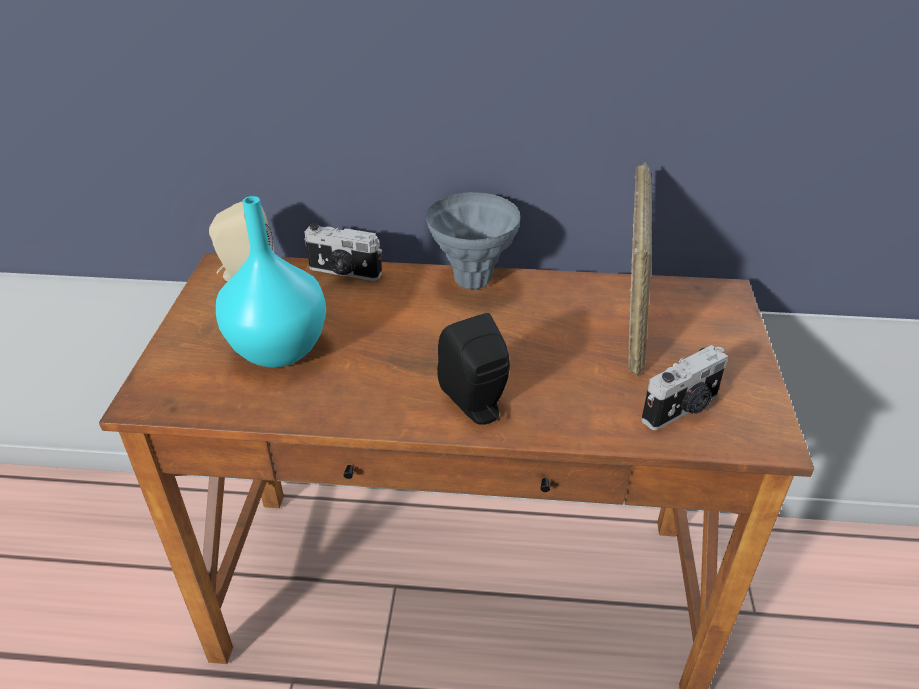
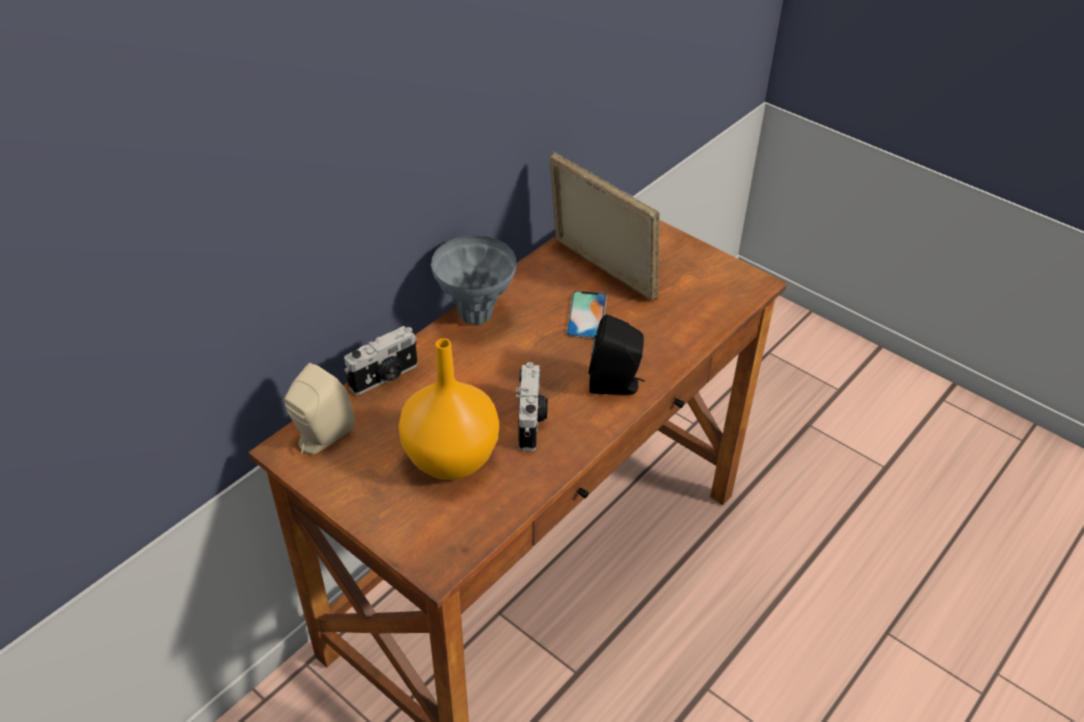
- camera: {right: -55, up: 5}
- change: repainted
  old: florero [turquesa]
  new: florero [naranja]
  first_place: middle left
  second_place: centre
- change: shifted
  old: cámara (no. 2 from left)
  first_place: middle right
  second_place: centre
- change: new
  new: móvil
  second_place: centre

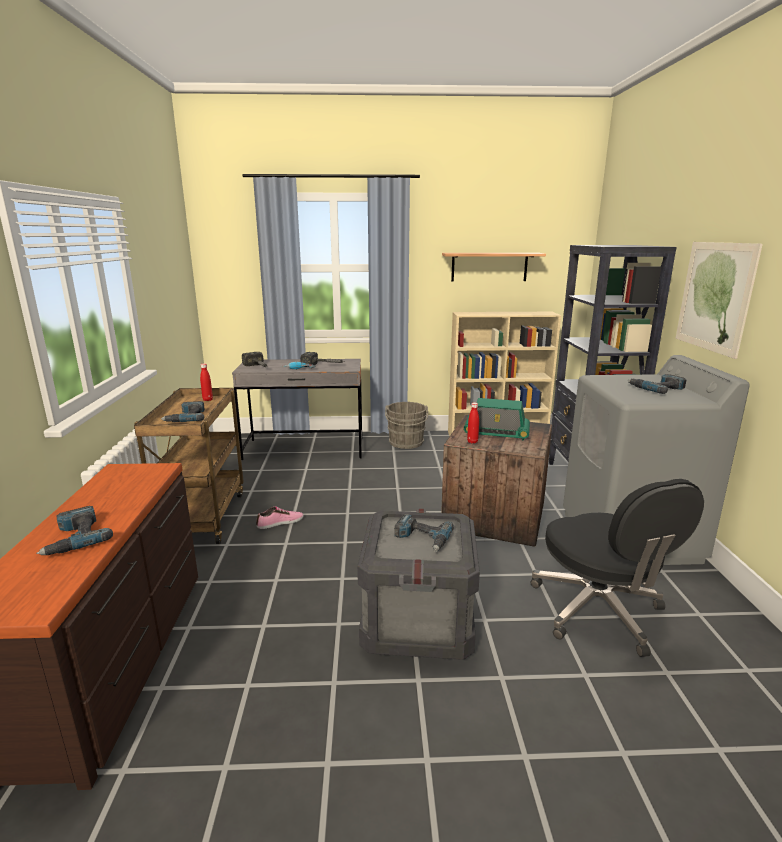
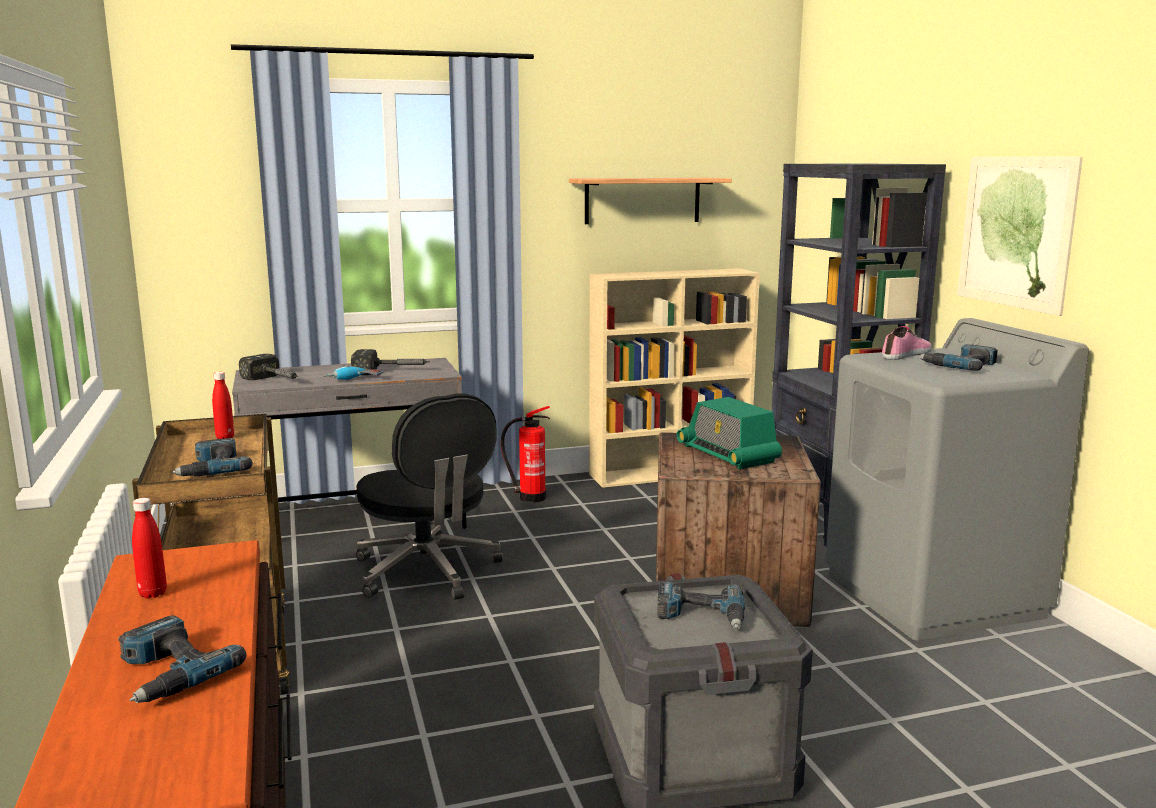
- camera: {right: -15, up: -5}
- change: rotated
  old: radio
  first_place: centre
  second_place: centre
  degrees: 60
- change: swapped
  old: cubo [gris]
  new: extintor
  first_place: centre
  second_place: centre
- change: shifted
  old: botella [rojo] (no. 2 from left in the first image)
  new: botella [rojo] (no. 1 from left)
  first_place: centre
  second_place: bottom left
- change: shifted
  old: silla de oficina [negro]
  first_place: bottom right
  second_place: centre
- change: shifted
  old: zapato
  first_place: centre
  second_place: middle right

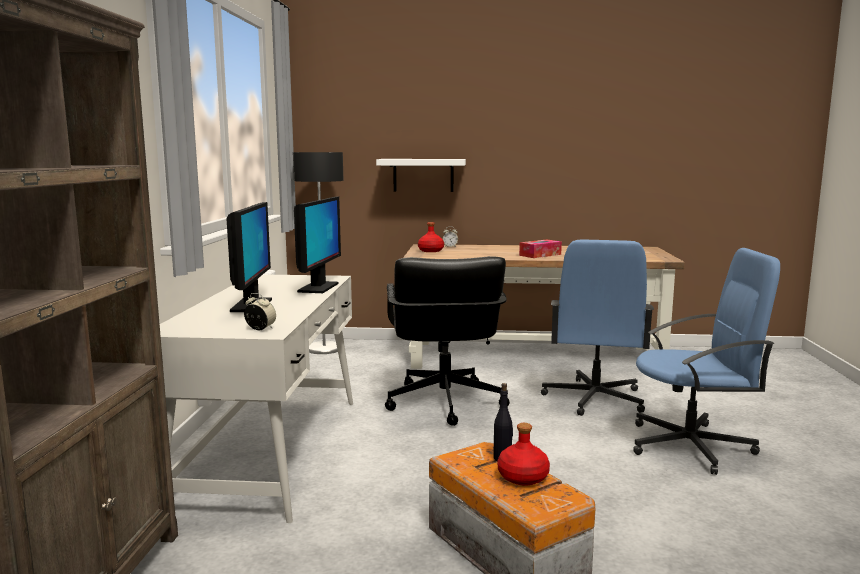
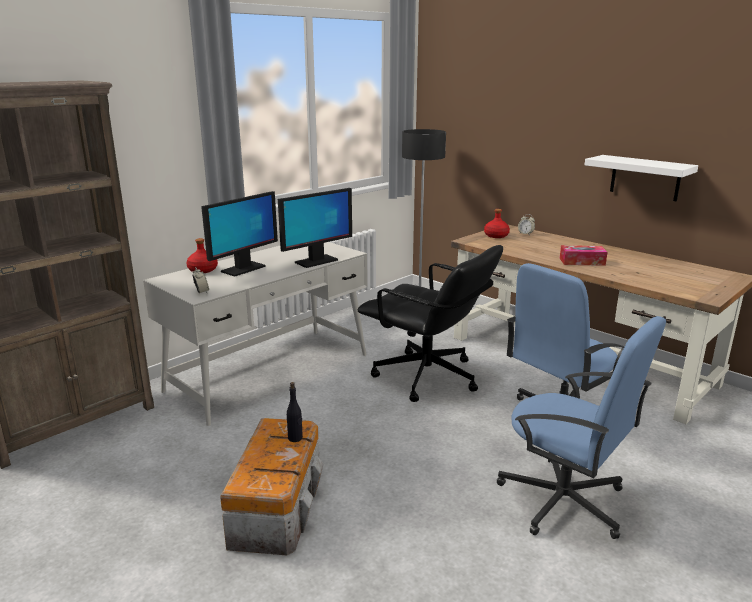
- camera: {right: 40, up: 10}
- change: shifted
  old: estante [blanco]
  first_place: top centre
  second_place: top right
- change: rotated
  old: silla de oficina [negro]
  first_place: centre
  second_place: centre
  degrees: -90
- change: shifted
  old: botella [rojo] (no. 2 from left in the first image)
  new: botella [rojo] (no. 1 from left)
  first_place: bottom centre
  second_place: middle left

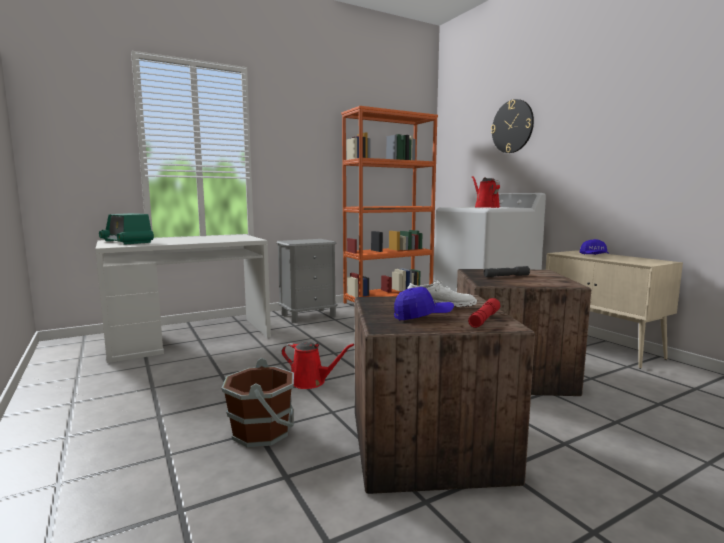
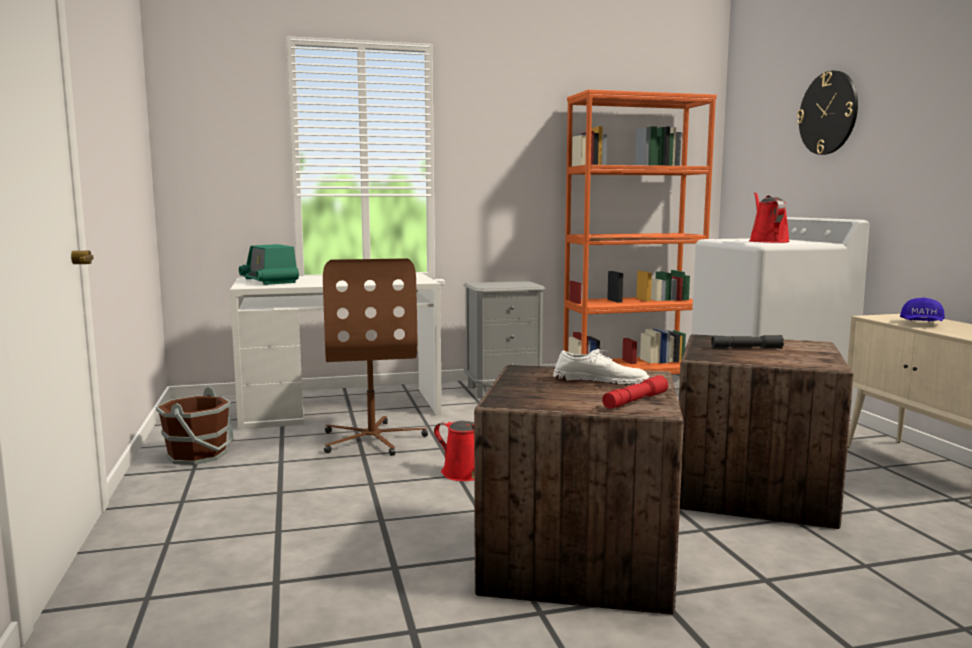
- camera: {right: 15, up: 0}
- change: gone
  old: gorra [azul] (no. 1 from left)
  first_place: centre
- change: shifted
  old: cubo [marrón]
  first_place: bottom centre
  second_place: middle left
- change: new
  new: silla de oficina [marrón]
  second_place: centre

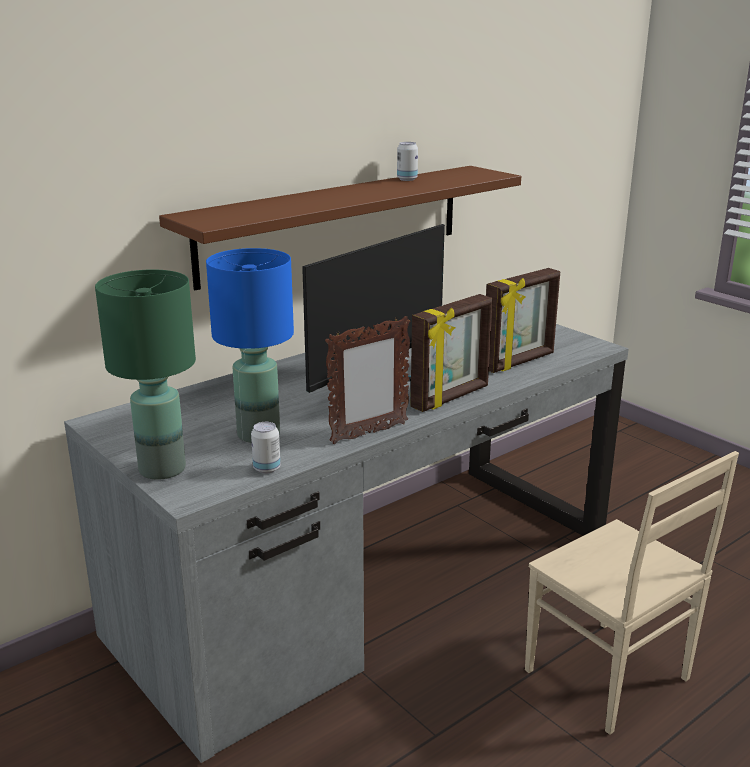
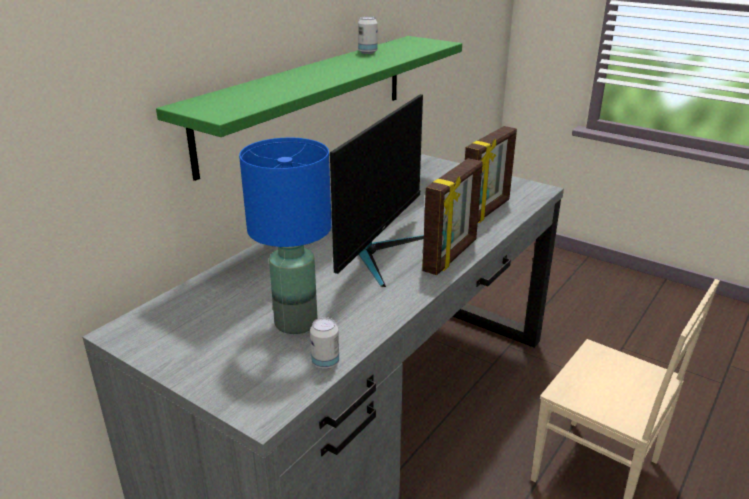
- camera: {right: -15, up: 5}
- change: repainted
  old: estante [marrón]
  new: estante [verde]
  first_place: top centre
  second_place: top centre
- change: gone
  old: lámpara de mesa [verde]
  first_place: middle left
- change: gone
  old: portarretratos (no. 1 from left)
  first_place: centre

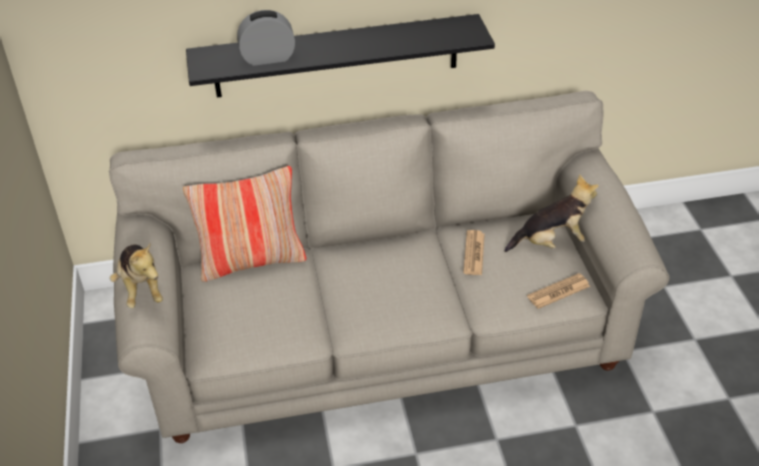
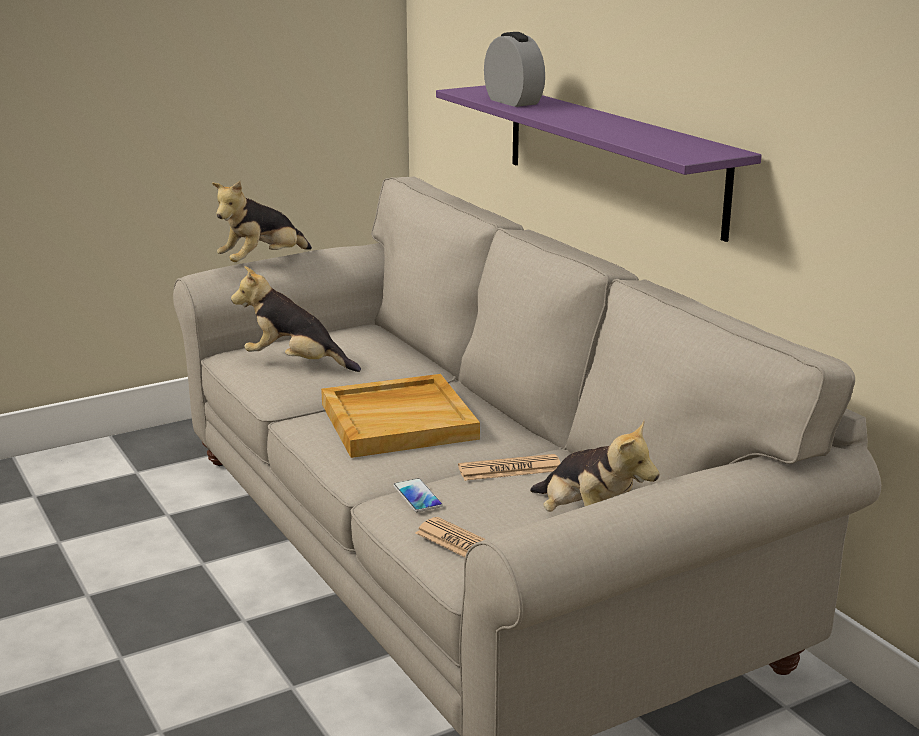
- camera: {right: 70, up: -20}
- change: repainted
  old: estante [negro]
  new: estante [morado]
  first_place: top centre
  second_place: top centre
- change: gone
  old: cojín
  first_place: middle left
- change: new
  new: peluche (no. 2 from left)
  second_place: middle left
- change: new
  new: bandeja [beis]
  second_place: centre
- change: new
  new: móvil
  second_place: bottom centre

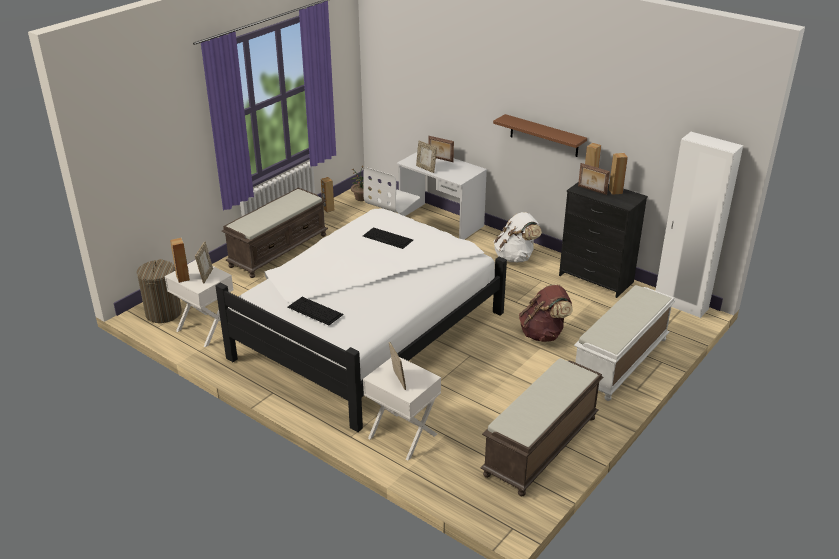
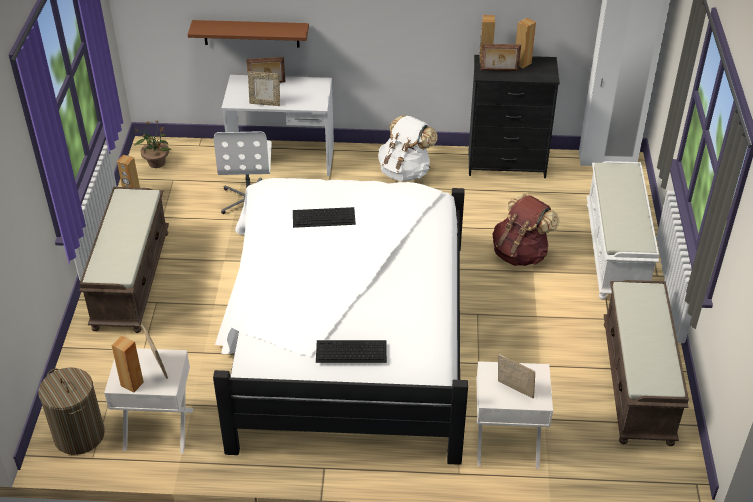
- camera: {right: -35, up: 10}
- change: shifted
  old: estante [marrón]
  first_place: top centre
  second_place: top left

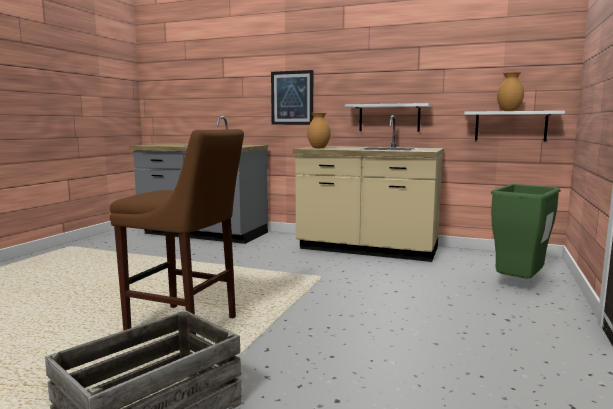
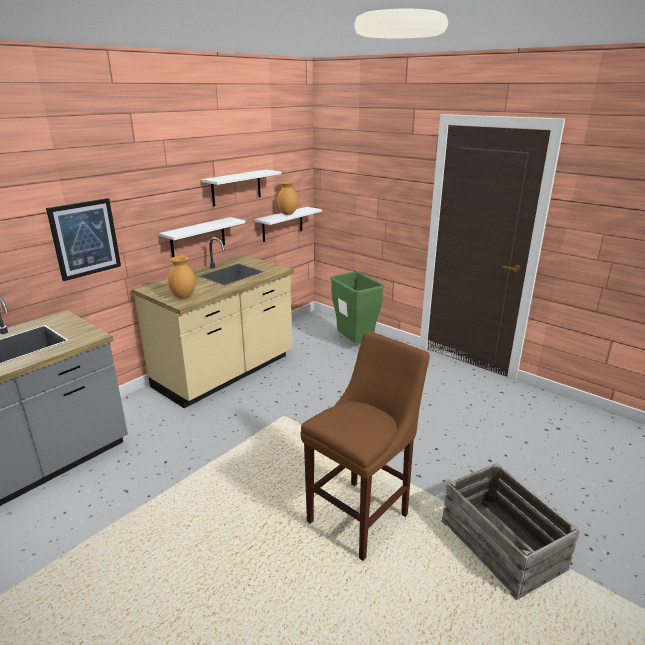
- camera: {right: -70, up: 15}
- change: new
  new: estante [blanco] (no. 2 from left)
  second_place: top centre

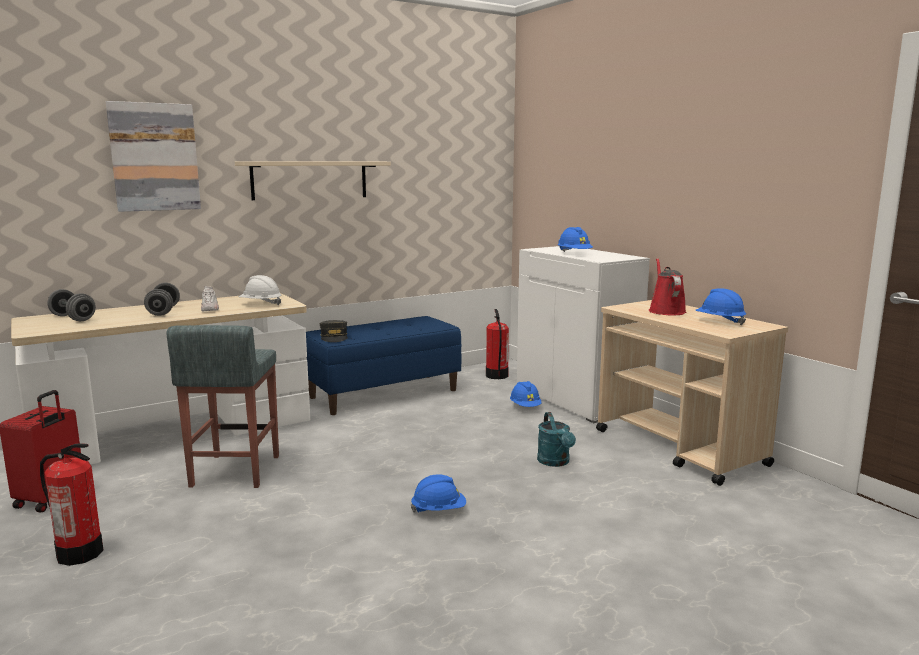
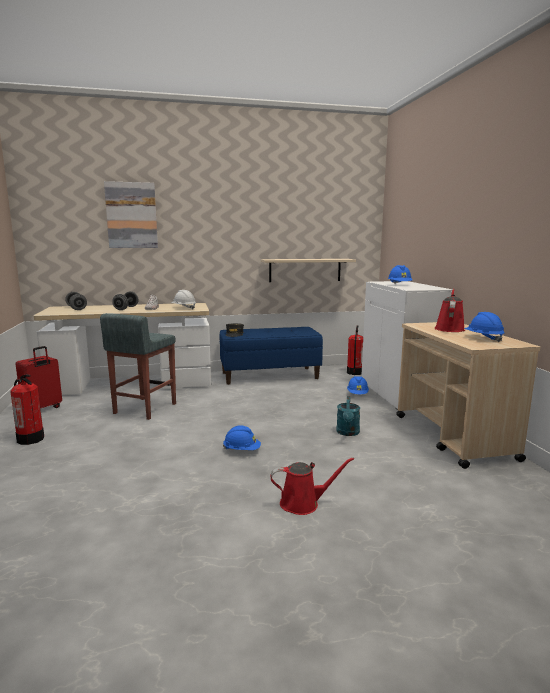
- camera: {right: 20, up: 0}
- change: shifted
  old: estante [beis]
  first_place: top centre
  second_place: centre
- change: new
  new: regadera [rojo] (no. 1 from left)
  second_place: bottom centre

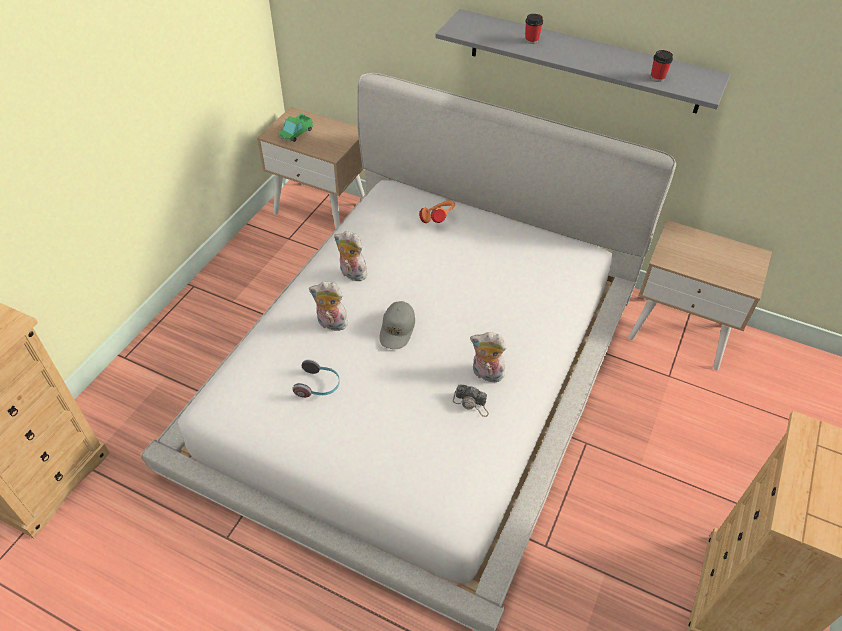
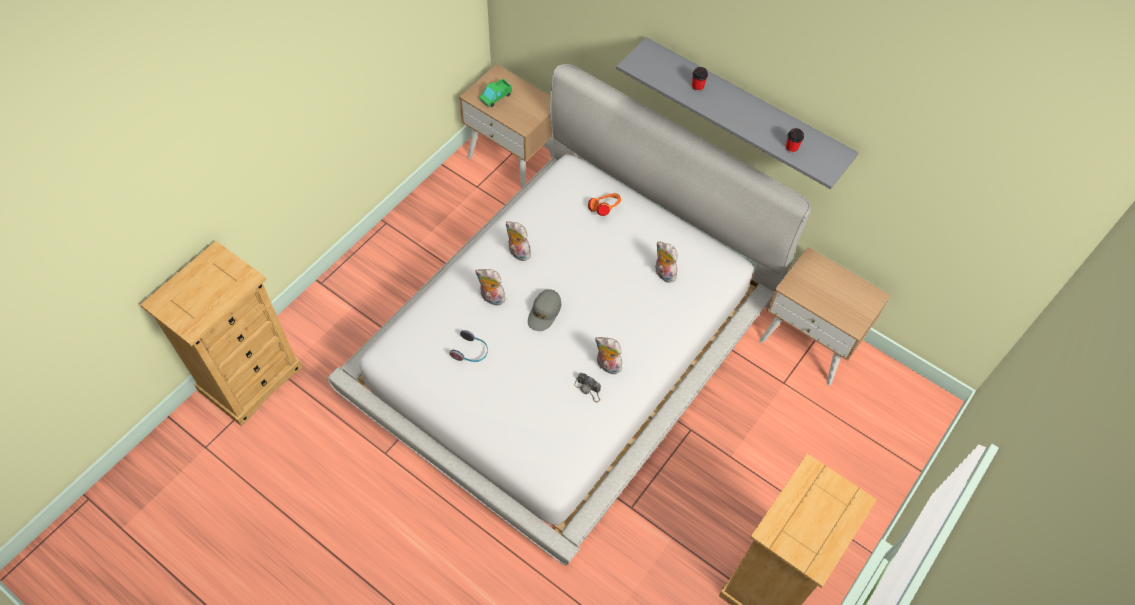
- camera: {right: 10, up: 10}
- change: new
  new: peluche (no. 4 from left)
  second_place: centre

